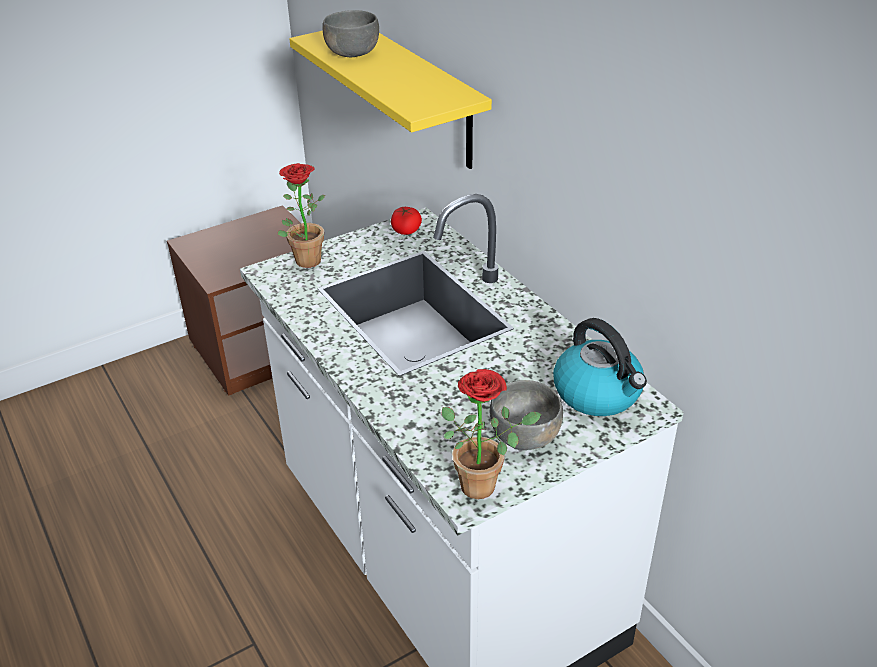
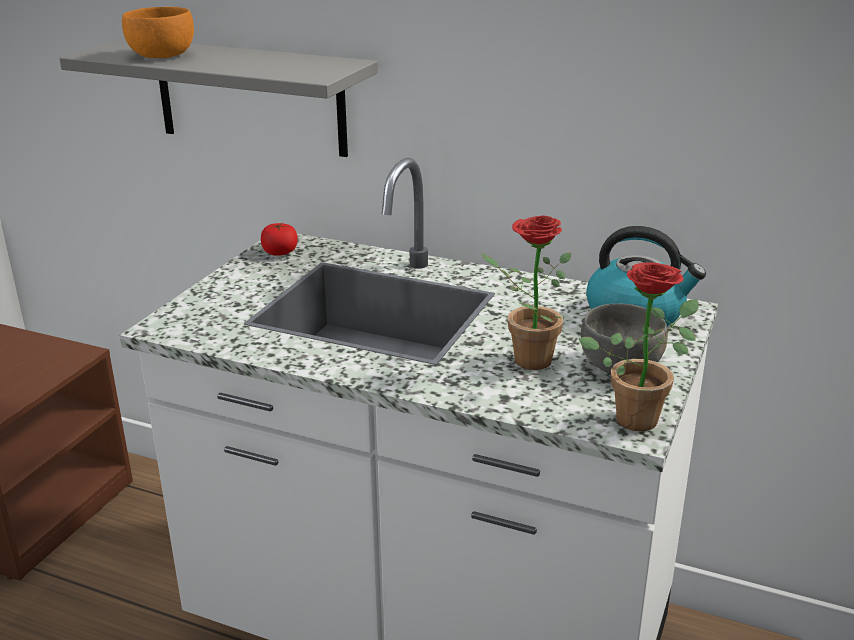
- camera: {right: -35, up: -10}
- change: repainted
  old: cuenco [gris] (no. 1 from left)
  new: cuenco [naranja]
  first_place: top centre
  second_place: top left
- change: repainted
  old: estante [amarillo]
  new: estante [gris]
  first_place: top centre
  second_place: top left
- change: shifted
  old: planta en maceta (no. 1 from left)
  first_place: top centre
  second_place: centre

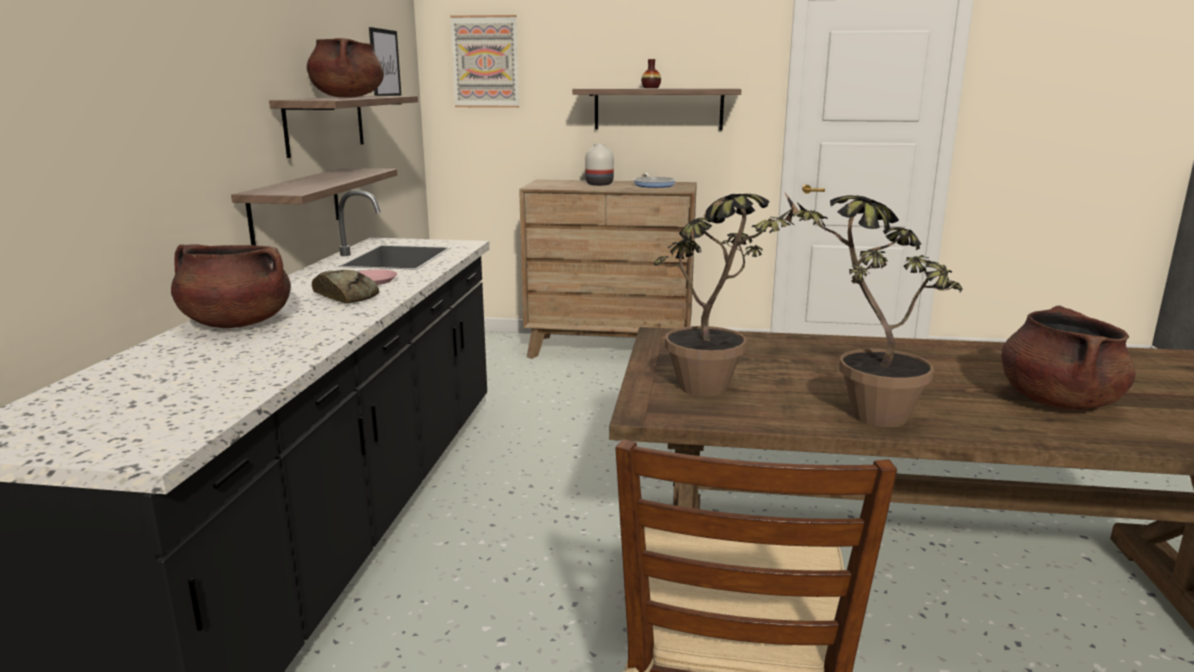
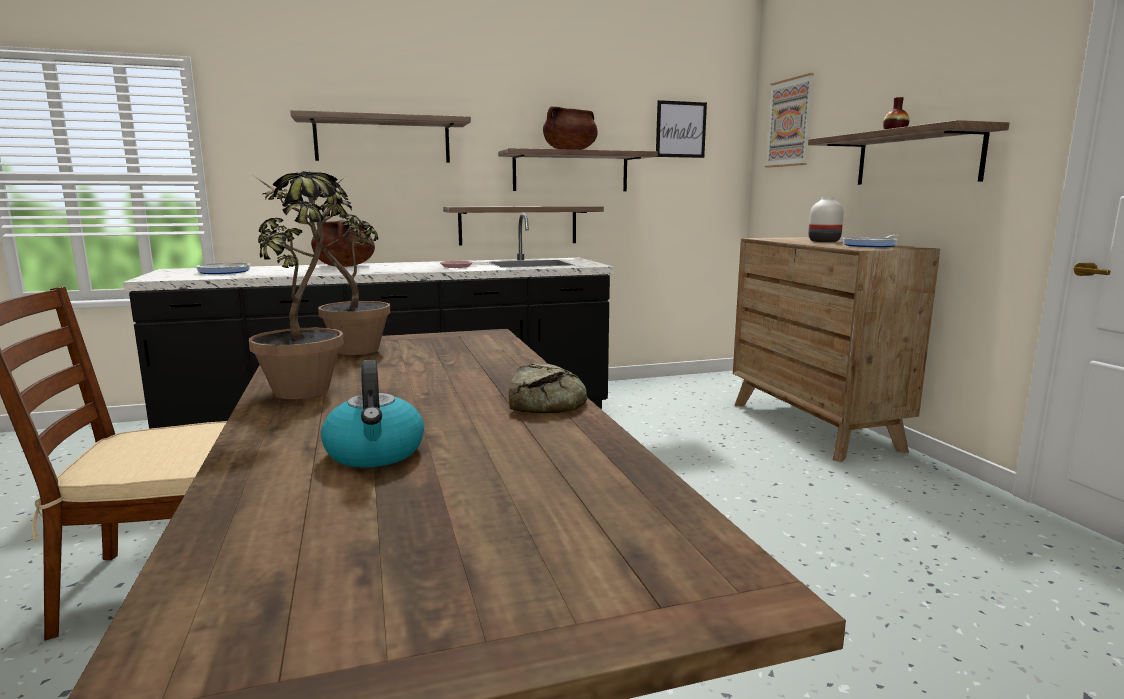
- camera: {right: 65, up: -5}
- change: shifted
  old: pan
  first_place: middle left
  second_place: centre
- change: swapped
  old: olla [marrón] (no. 3 from left)
  new: hervidor
  first_place: middle right
  second_place: middle left
- change: new
  new: estante (no. 1 from left)
  second_place: top centre
- change: new
  new: sartén (no. 1 from left)
  second_place: middle left

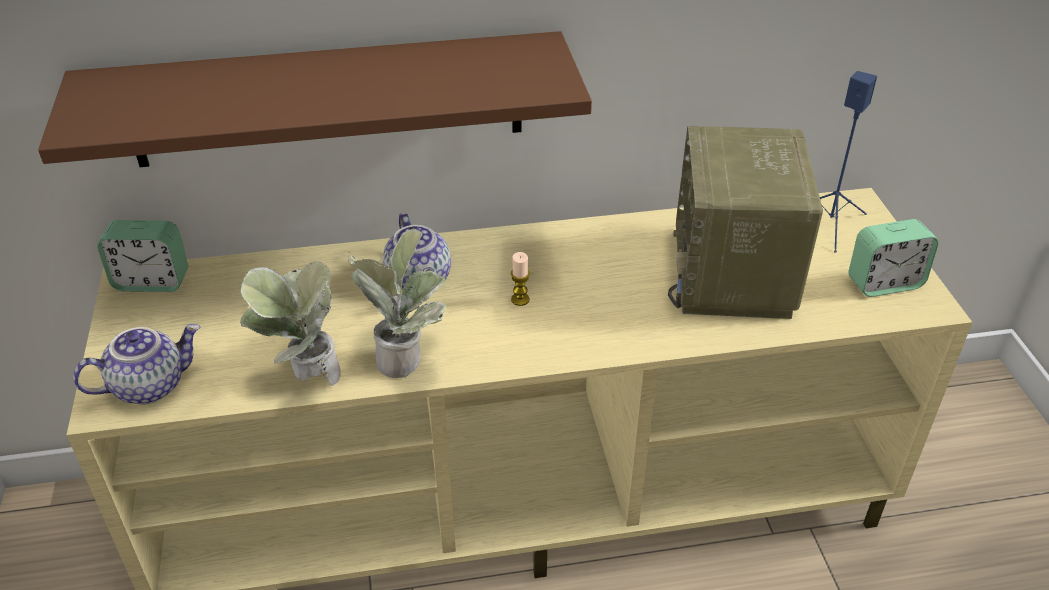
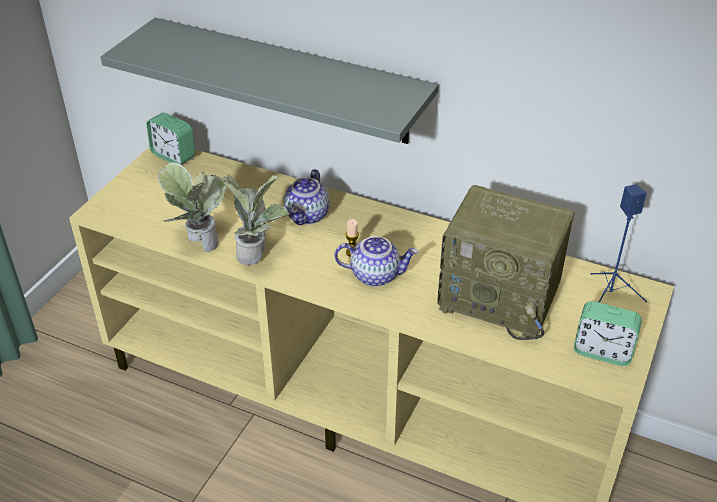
- camera: {right: 35, up: 0}
- change: repainted
  old: estante [marrón]
  new: estante [gris]
  first_place: top left
  second_place: top centre
- change: rotated
  old: radio
  first_place: middle right
  second_place: middle right
  degrees: -105
- change: shifted
  old: tetera (no. 1 from left in the first image)
  new: tetera (no. 2 from left)
  first_place: middle left
  second_place: centre

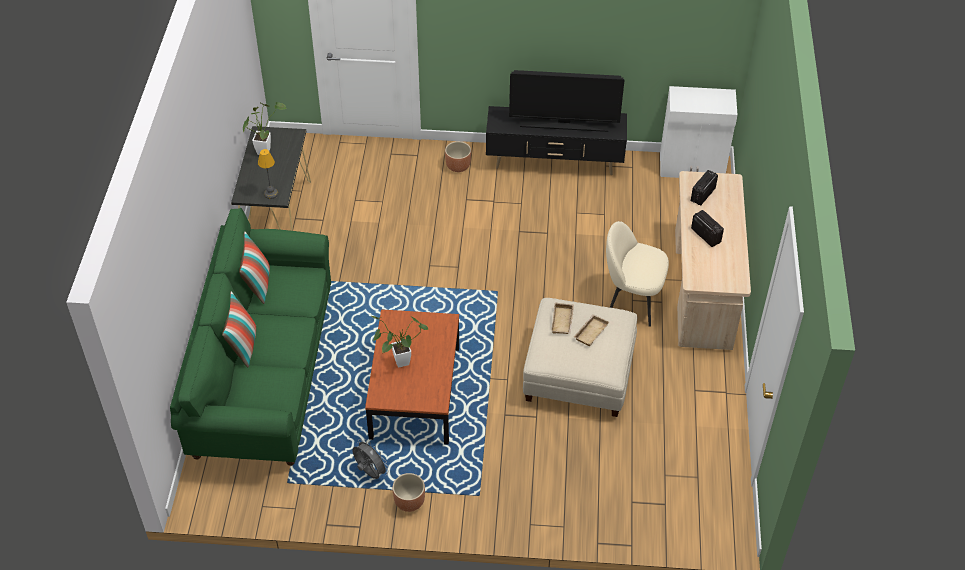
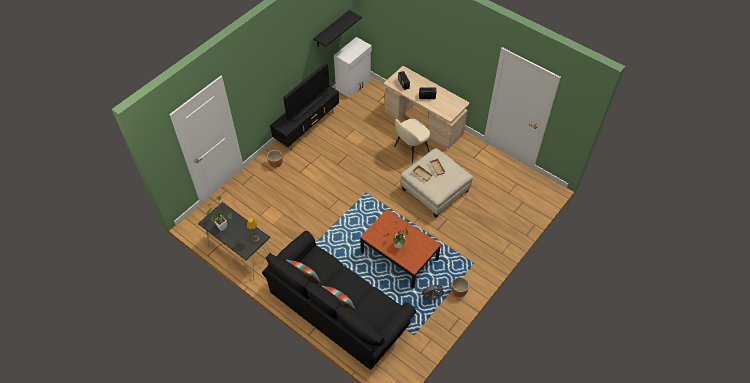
- camera: {right: -55, up: 5}
- change: repainted
  old: sofá [verde]
  new: sofá [negro]
  first_place: middle left
  second_place: bottom centre
- change: new
  new: estante [negro]
  second_place: top centre

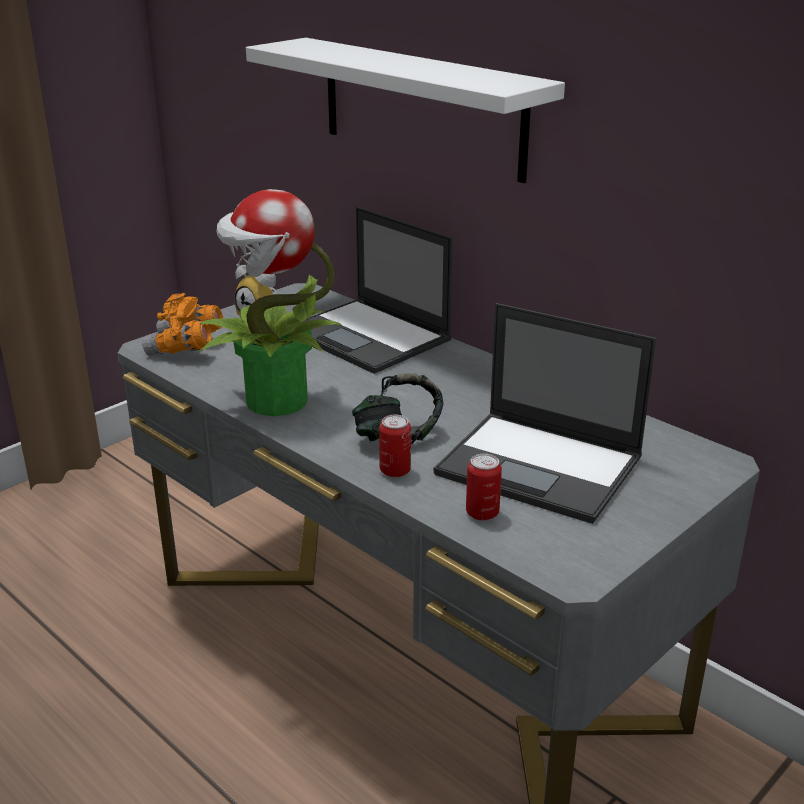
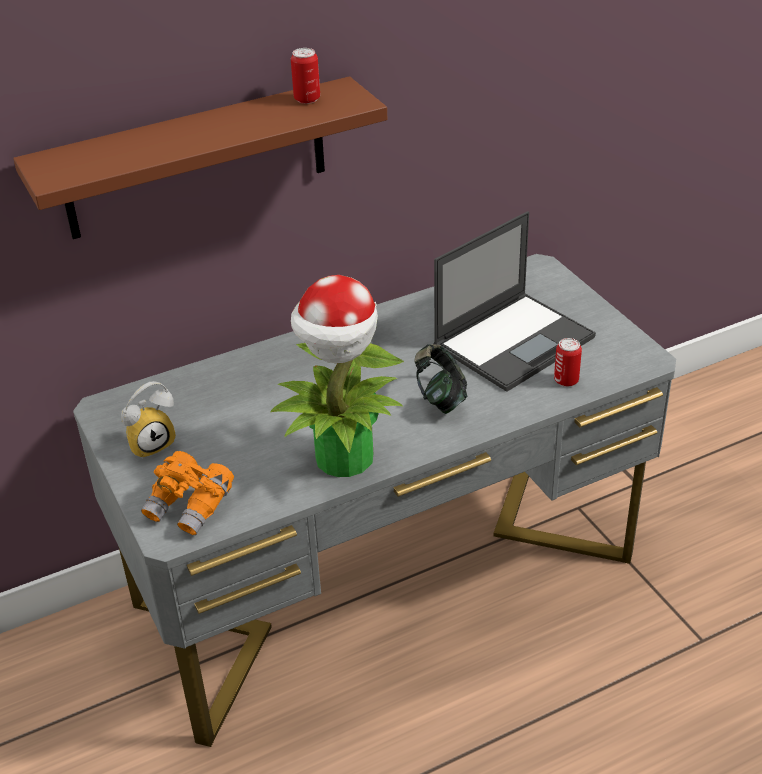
- camera: {right: -70, up: 10}
- change: repainted
  old: estante [blanco]
  new: estante [marrón]
  first_place: top centre
  second_place: top left
- change: gone
  old: portátil (no. 1 from left)
  first_place: centre
- change: shifted
  old: lata (no. 1 from left)
  first_place: centre
  second_place: top centre

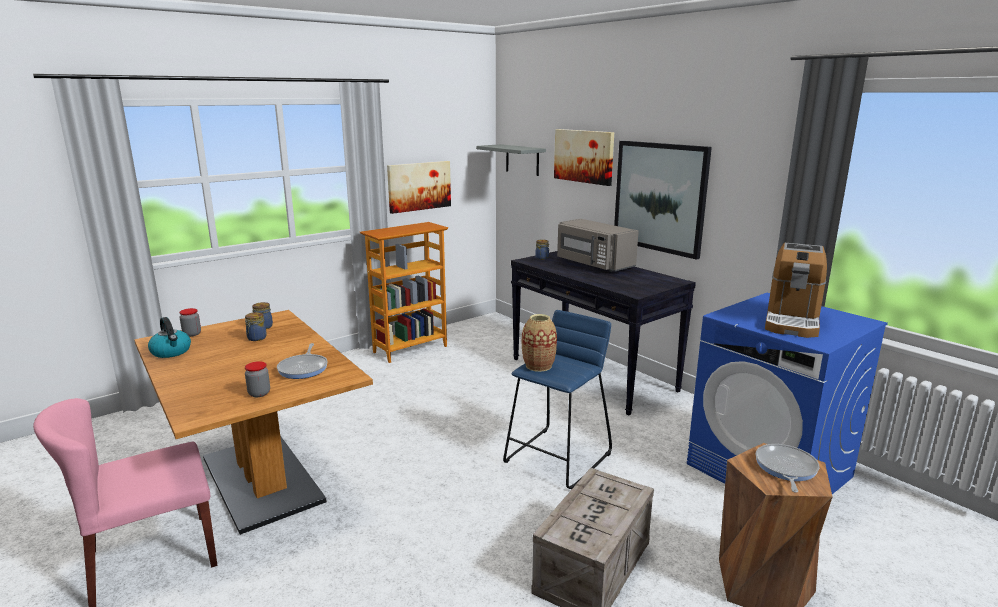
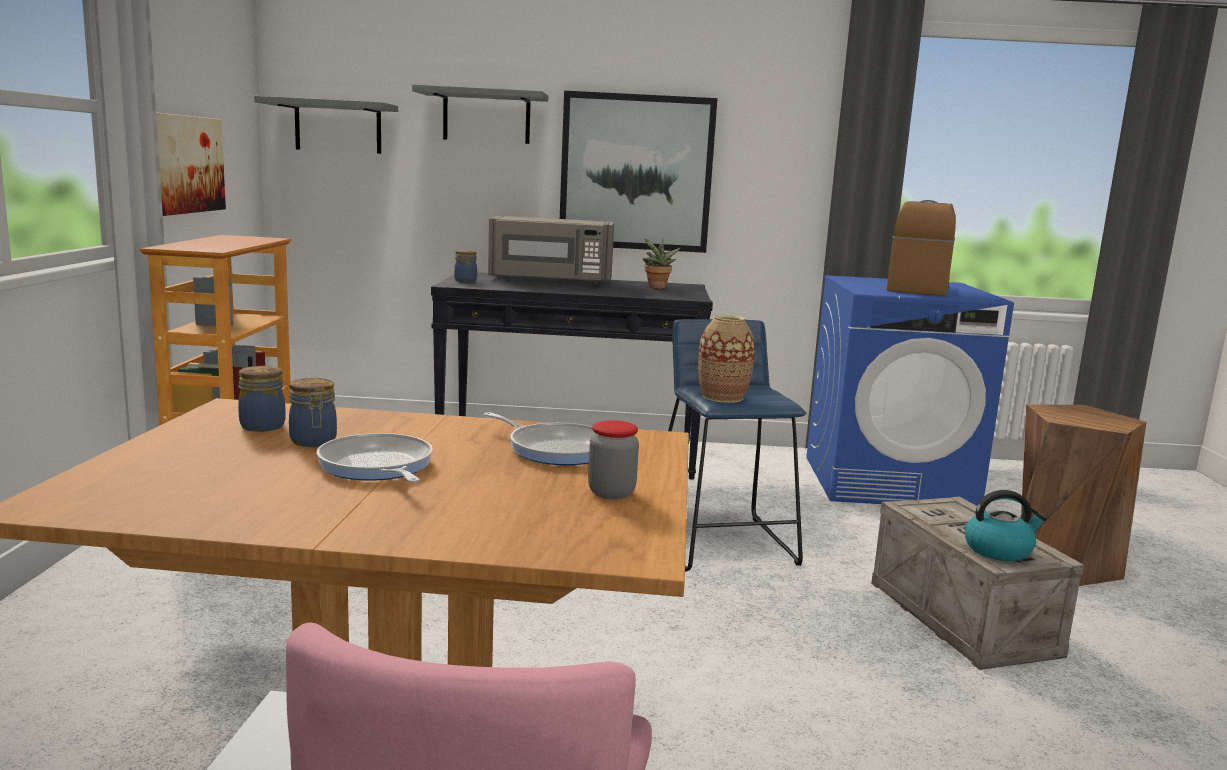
- camera: {right: -50, up: -5}
- change: swapped
  old: cuadro (no. 2 from left)
  new: estante [gris] (no. 2 from left)
  first_place: top centre
  second_place: top centre
- change: rotated
  old: cafetera
  first_place: middle right
  second_place: top right
  degrees: -135
- change: gone
  old: tarro (no. 1 from left)
  first_place: middle left
- change: shifted
  old: hervidor
  first_place: middle left
  second_place: bottom right
- change: shifted
  old: sartén (no. 2 from left in the first image)
  new: sartén (no. 1 from left)
  first_place: bottom right
  second_place: middle left
- change: new
  new: planta en maceta
  second_place: centre

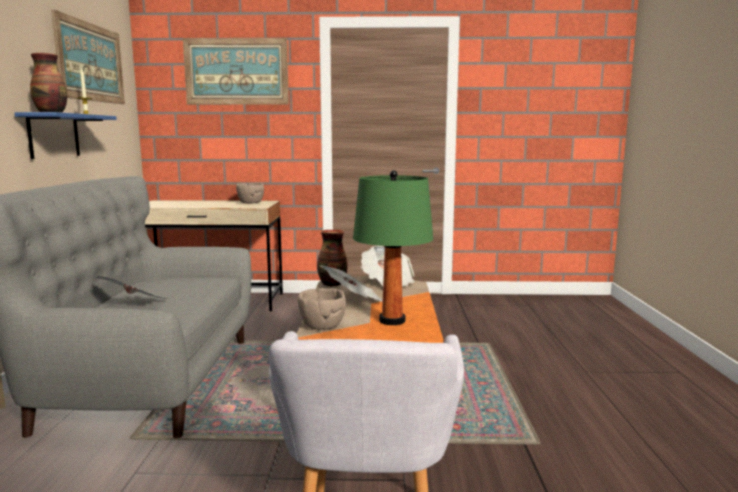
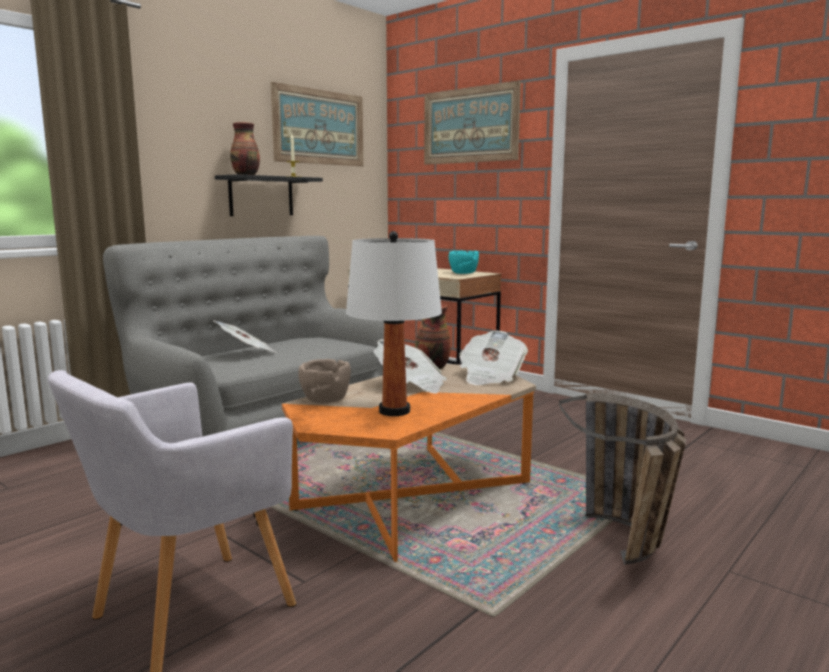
- camera: {right: 40, up: 0}
- change: repainted
  old: estante [azul]
  new: estante [negro]
  first_place: top left
  second_place: top left
- change: repainted
  old: lámpara de mesa [verde]
  new: lámpara de mesa [blanco]
  first_place: centre
  second_place: centre
- change: repainted
  old: cuenco [marrón] (no. 1 from left)
  new: cuenco [turquesa]
  first_place: centre
  second_place: centre
- change: new
  new: cesta
  second_place: bottom right

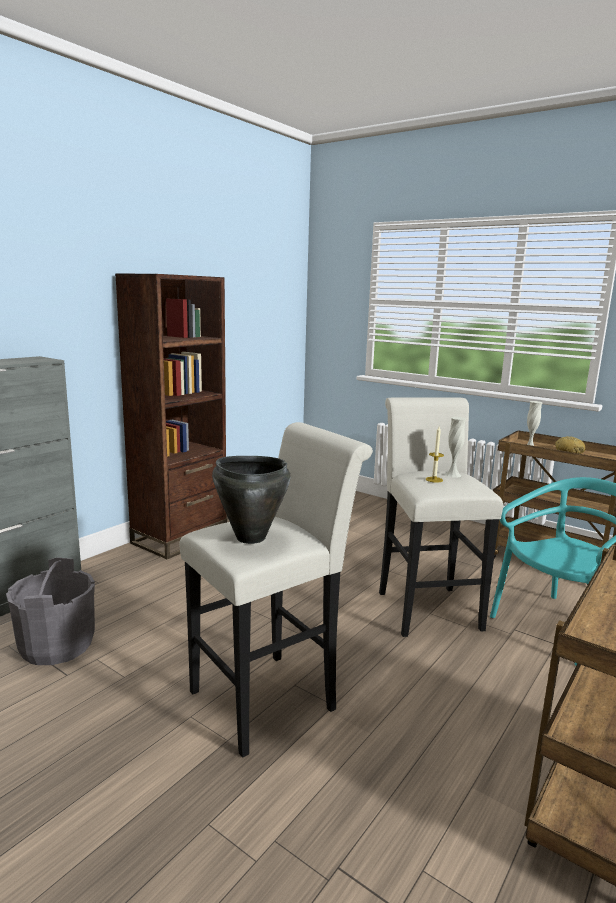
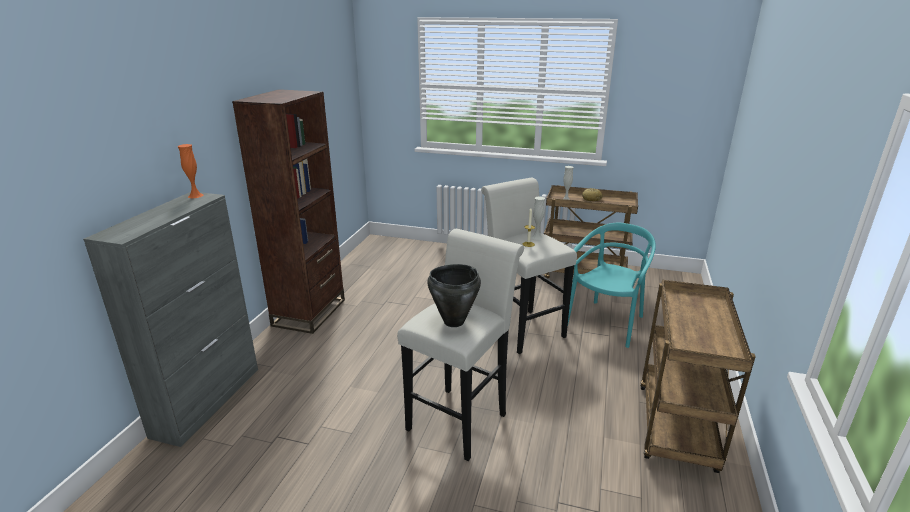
- camera: {right: -20, up: 10}
- change: gone
  old: cubo [gris]
  first_place: bottom left
- change: new
  new: florero [naranja]
  second_place: middle left

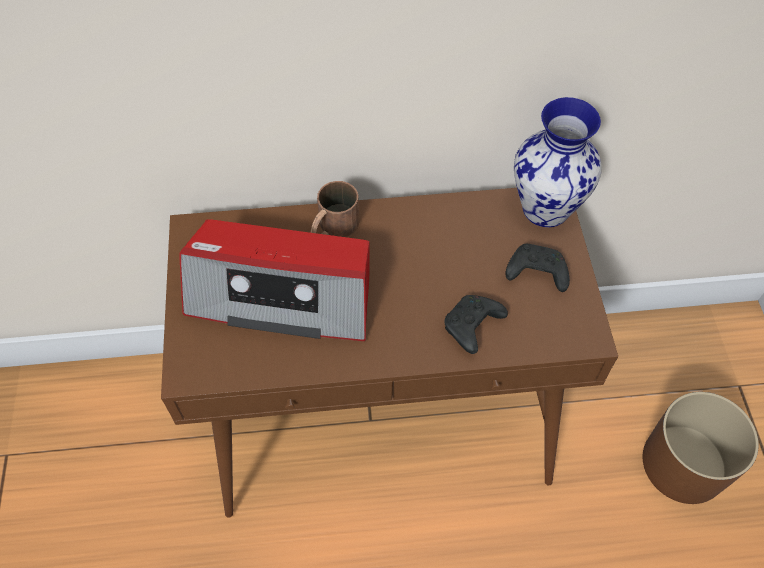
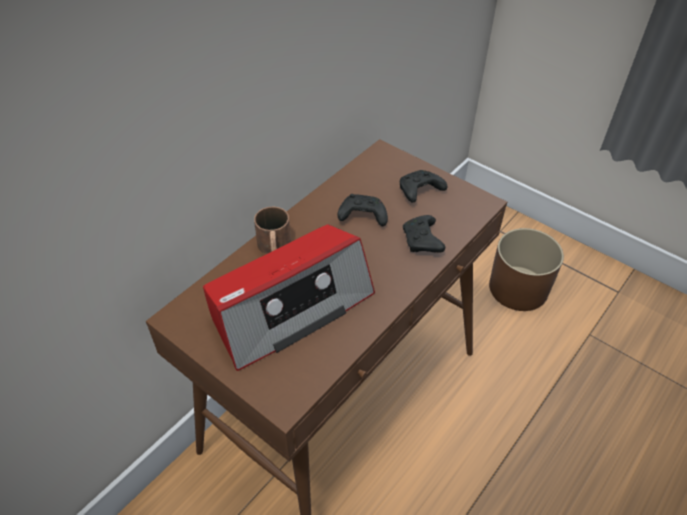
- camera: {right: -45, up: -10}
- change: gone
  old: florero
  first_place: top right
- change: new
  new: mando de consola [negro] (no. 1 from left)
  second_place: centre

